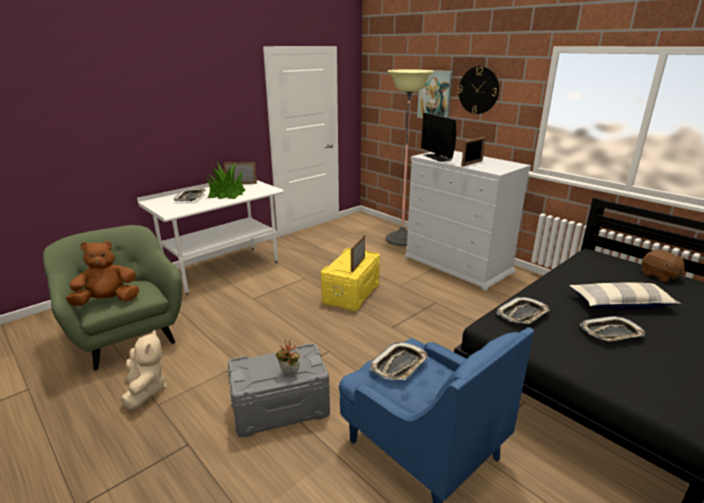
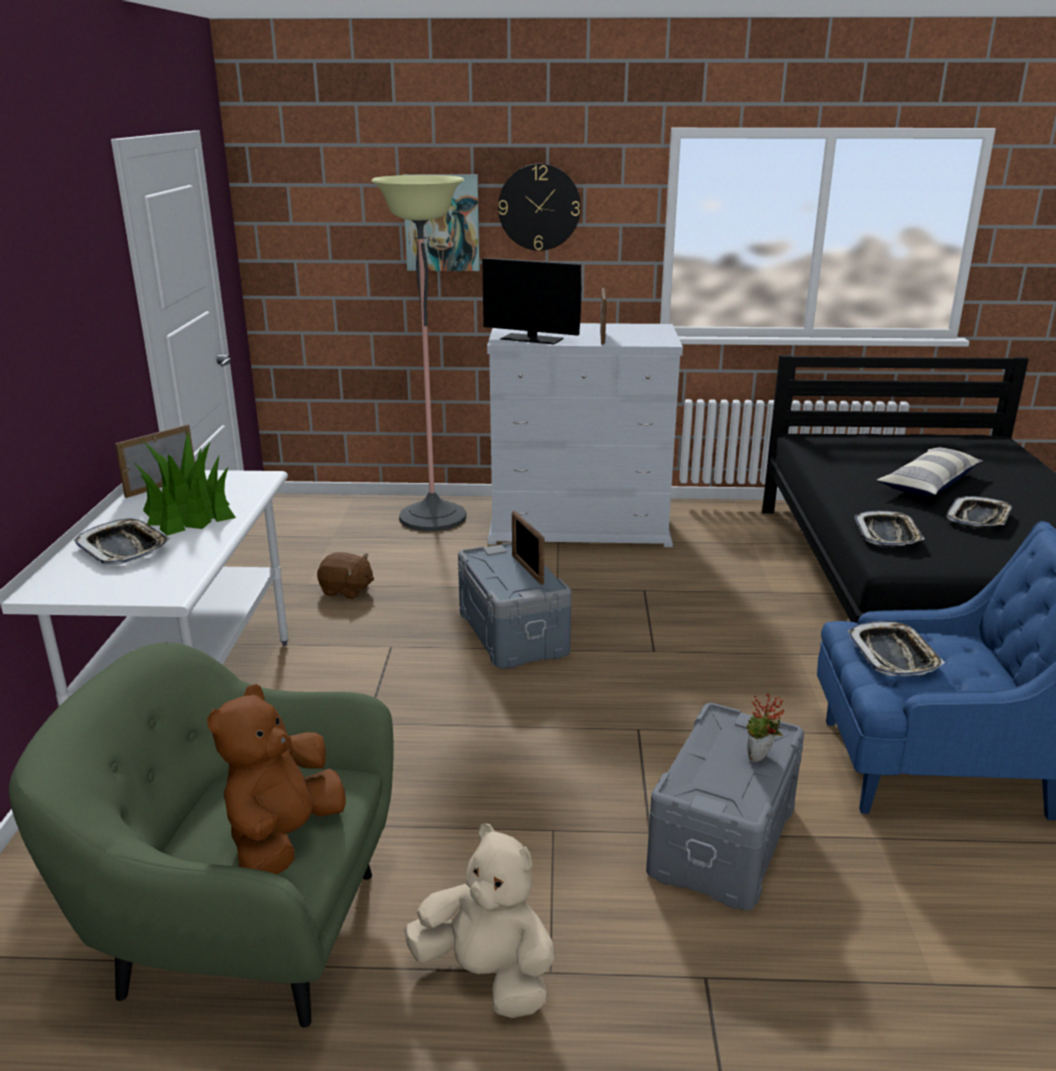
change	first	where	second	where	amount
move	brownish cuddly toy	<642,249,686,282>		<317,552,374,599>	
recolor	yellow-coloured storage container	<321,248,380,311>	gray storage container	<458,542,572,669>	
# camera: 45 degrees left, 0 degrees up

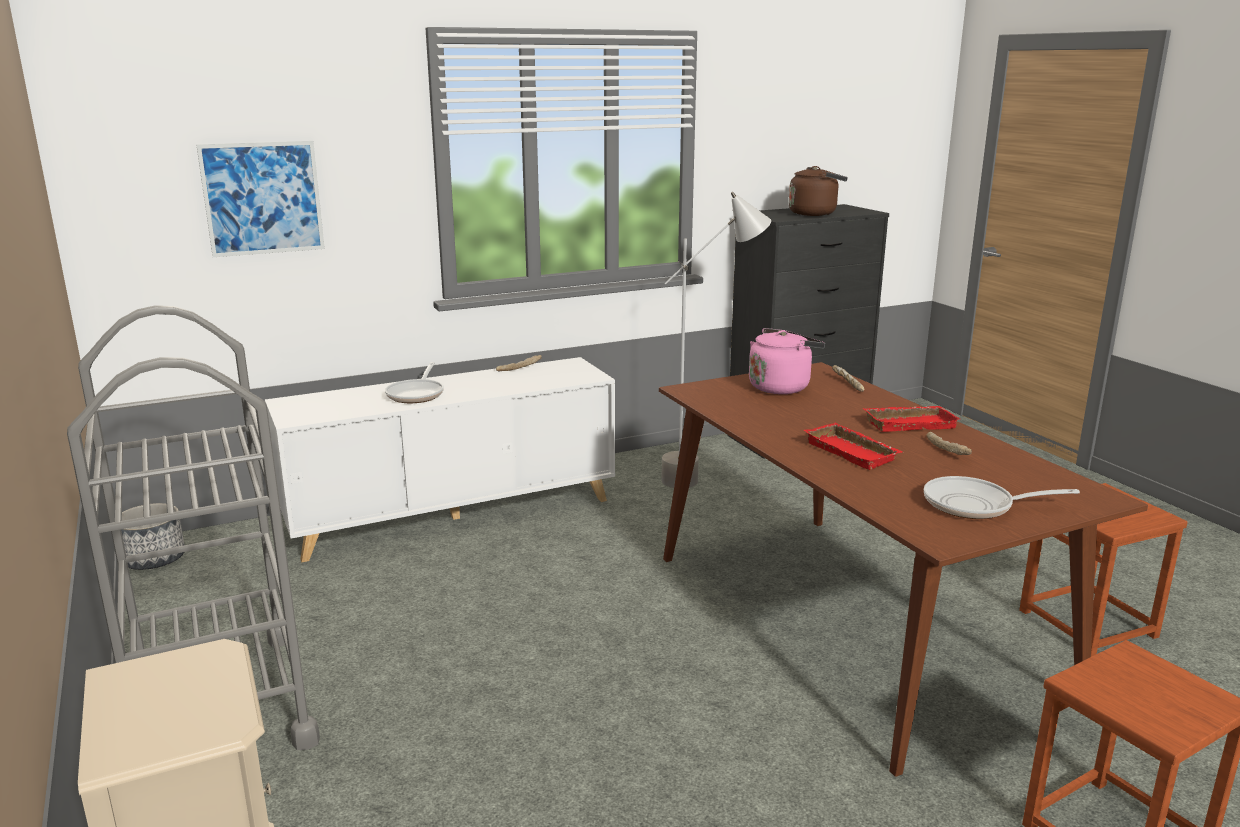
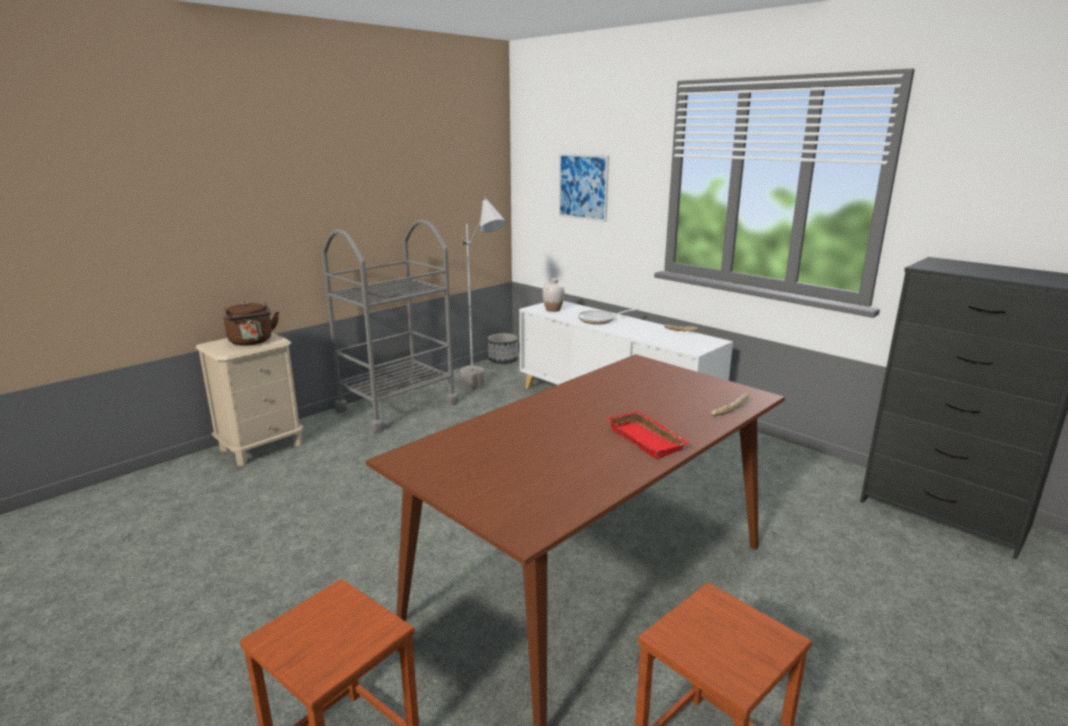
change	first	where	second	where	amount
move	brownish kettle	<789,166,848,216>		<224,302,279,346>	
move	gray standard lamp	<661,192,771,488>		<460,197,506,390>	
insert			whitish flower vase	<542,278,564,312>	
delete	pink-coloured kettle	<749,328,825,394>			
delete	red-coloured tray	<804,423,902,470>			
delete	pan	<924,476,1080,519>			
delete	baked bread	<926,432,972,455>			
# camera: 70 degrees right, 0 degrees up

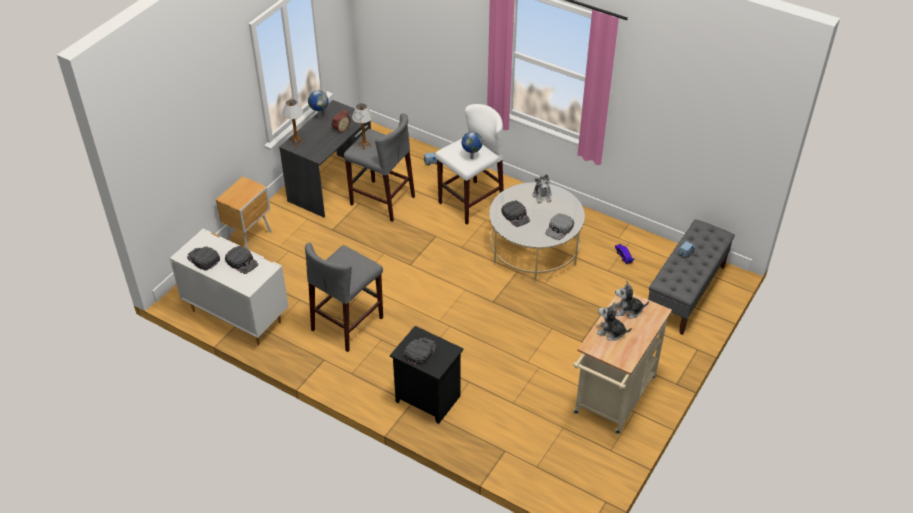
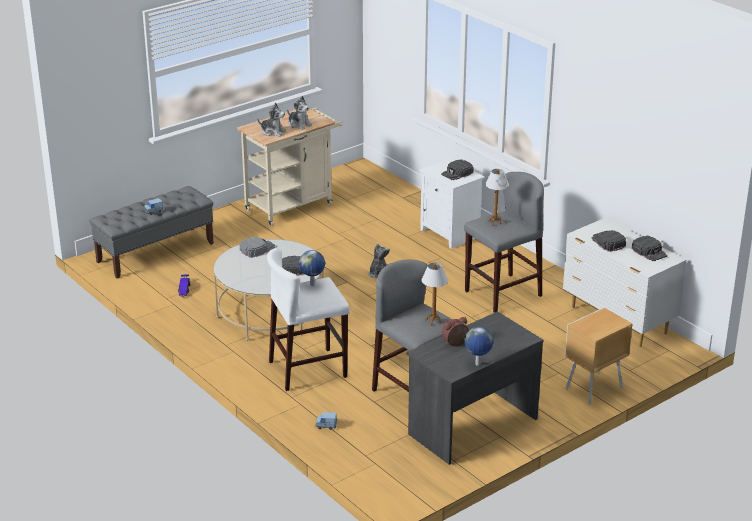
change	first	where	second	where	amount
move	cuddly toy	<533,174,552,203>		<368,243,390,278>	
recolor	blackish night table	<390,326,464,424>	whitish night table	<419,158,485,249>	
move	tabletop lamp	<282,99,303,146>		<485,169,509,226>	
# camera: 160 degrees left, 15 degrees down

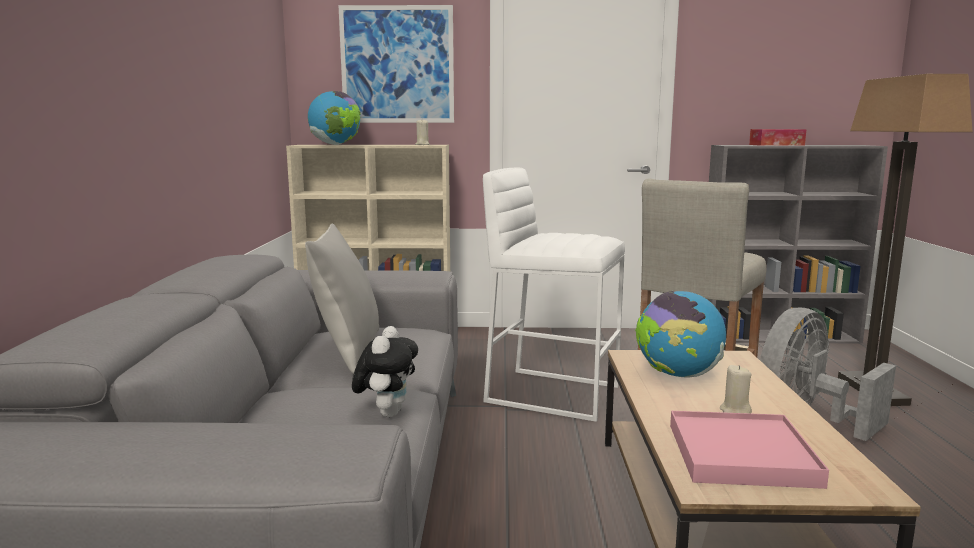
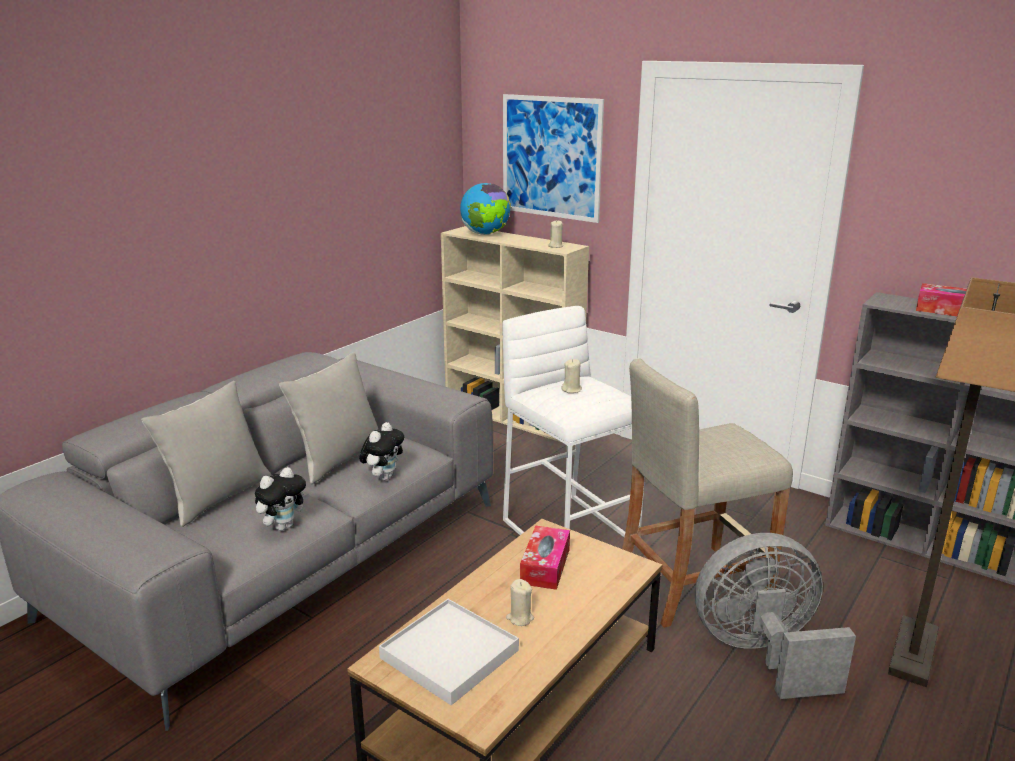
change	first	where	second	where	amount
insert			gray cushion	<141,381,271,527>	
insert			cuddly toy	<359,422,404,480>	
recolor	pink-coloured tray	<670,411,829,489>	whitish tray	<379,599,519,705>	
replace	world globe	<635,291,726,378>	tissue holder	<520,526,570,590>	
insert			beige candle	<561,359,582,393>	
# camera: 35 degrees right, 10 degrees up

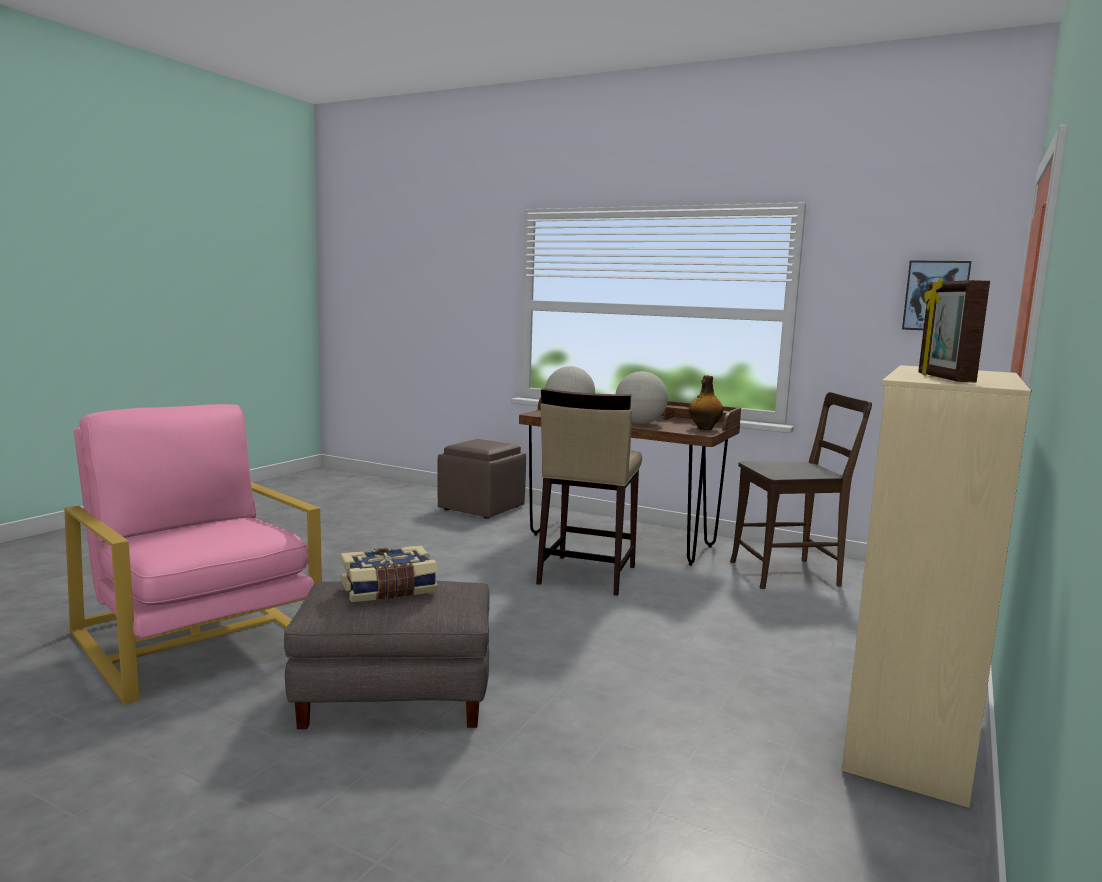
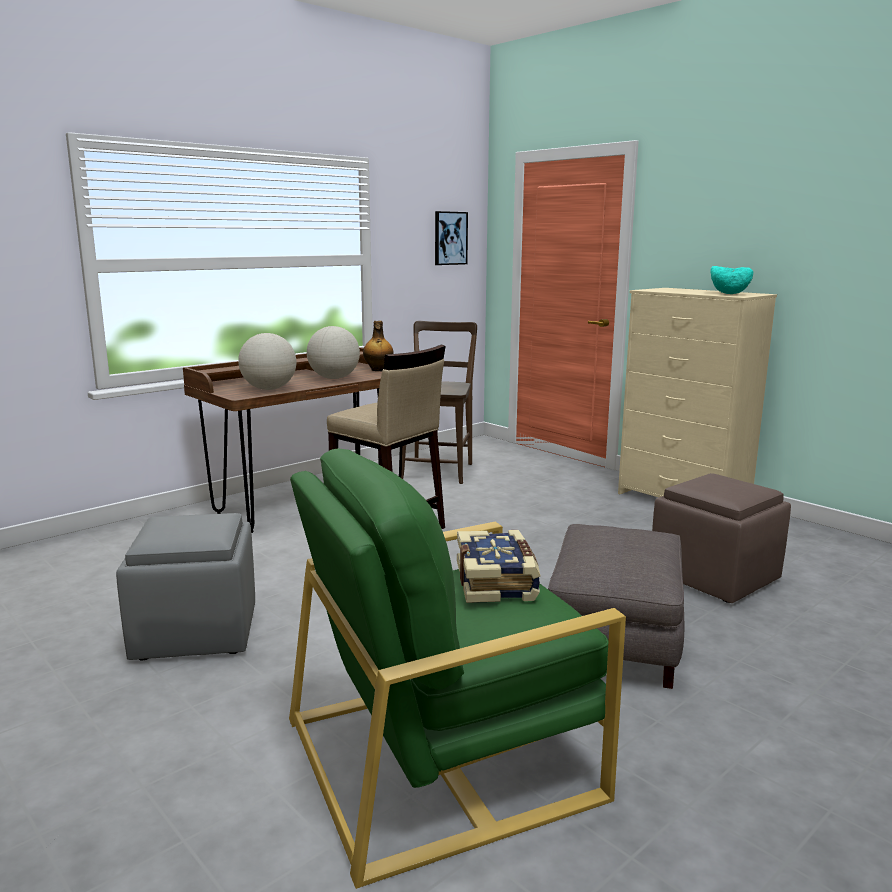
change	first	where	second	where	amount
insert			gray ottoman	<116,513,255,660>	
recolor	pink-coloured armchair	<64,404,322,705>	greenish armchair	<289,449,626,889>	
move	bound book	<340,545,438,602>		<457,530,540,603>	
move	brownish ottoman	<437,439,526,519>		<652,473,791,603>	
replace	photo frame	<918,277,990,382>	blue-green bowl	<711,266,753,294>	
# camera: 70 degrees left, 5 degrees up

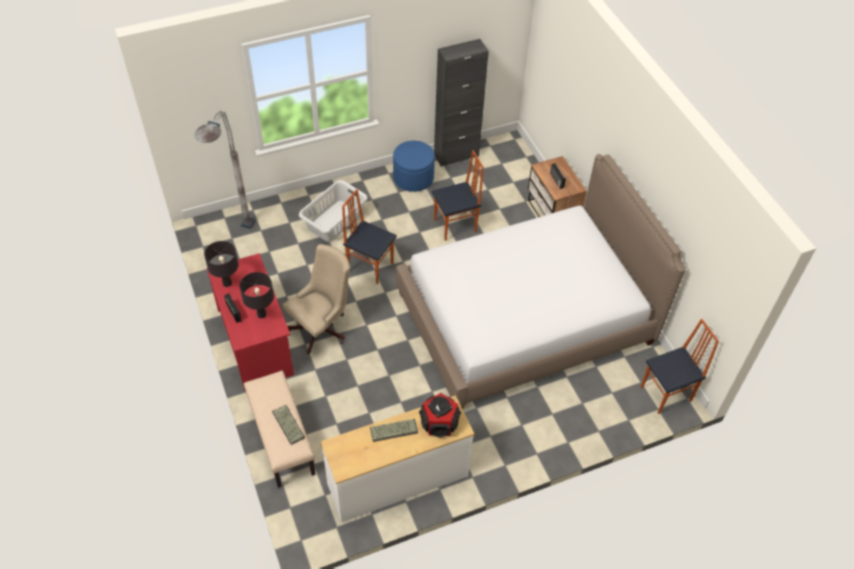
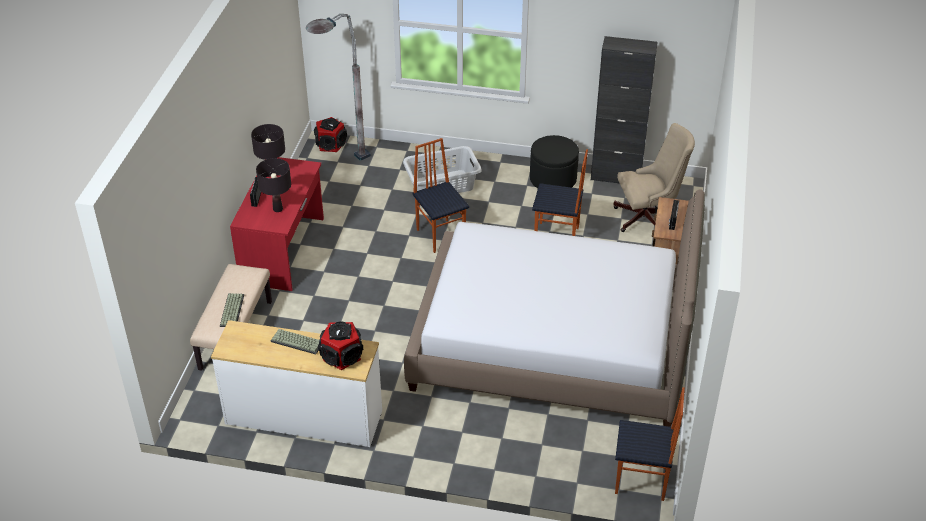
change	first	where	second	where	amount
insert			loudspeaker	<314,117,347,152>	
recolor	blue-coloured ottoman	<393,141,435,192>	blackish ottoman	<530,135,579,188>	
move	beige desk chair	<282,244,350,354>		<613,123,695,232>	
# camera: 35 degrees right, 10 degrees down

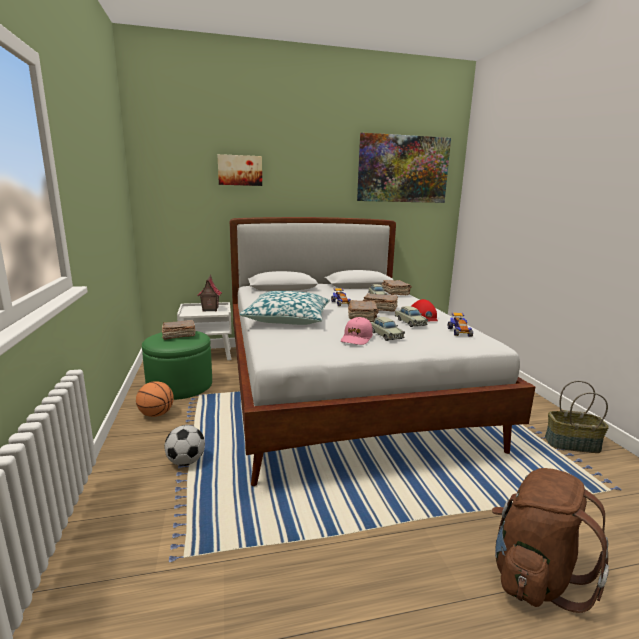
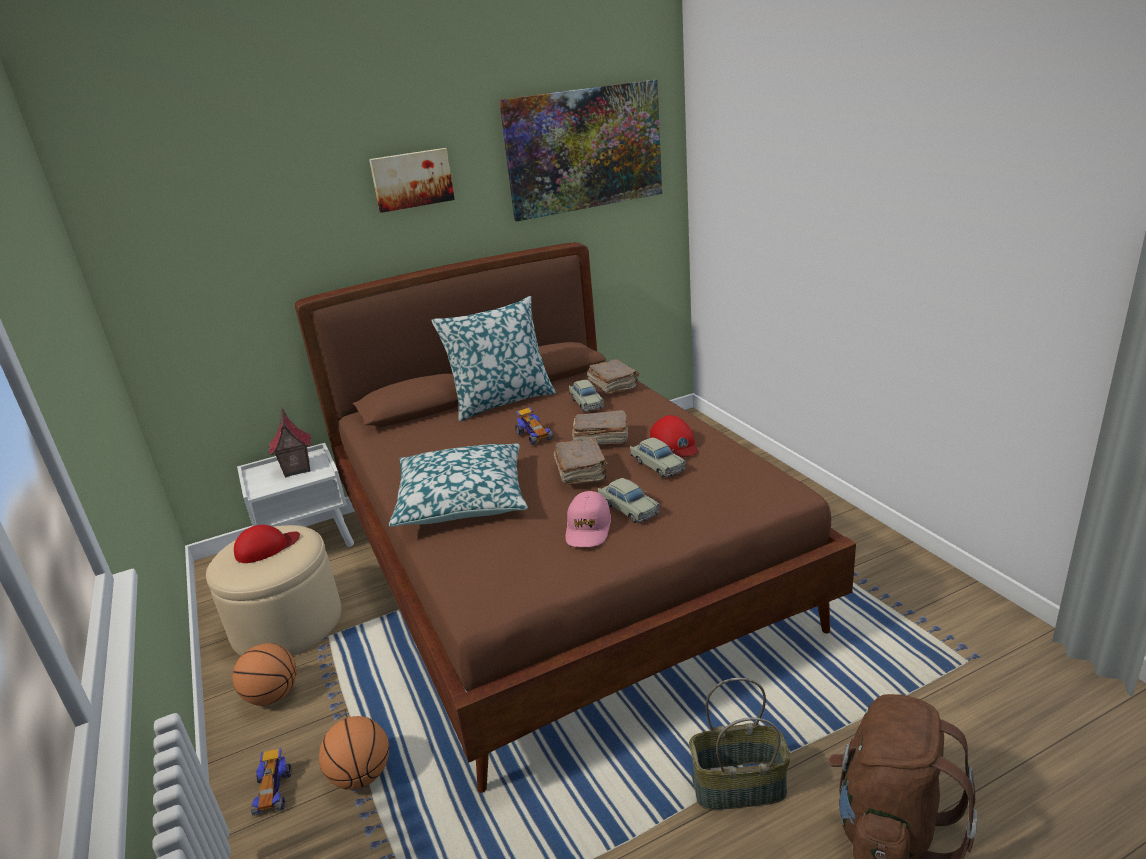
change	first	where	second	where	amount
recolor	greenish ottoman	<142,331,212,400>	beige ottoman	<206,525,341,656>	
replace	brownish bound book	<162,320,196,340>	red-coloured peaked cap	<234,525,300,563>	
move	toy car	<448,312,473,337>		<251,748,292,816>	
recolor	whitish bedroom bed	<230,217,535,486>	brownish bedroom bed	<295,242,856,793>	
replace	football ball	<164,425,205,466>	ball for basketball	<319,716,389,790>	
move	picture	<217,154,262,186>		<369,148,455,213>	
insert			cushion	<431,296,556,421>	
move	household basket	<545,381,609,453>		<689,678,791,810>	
# camera: 10 degrees left, 10 degrees up

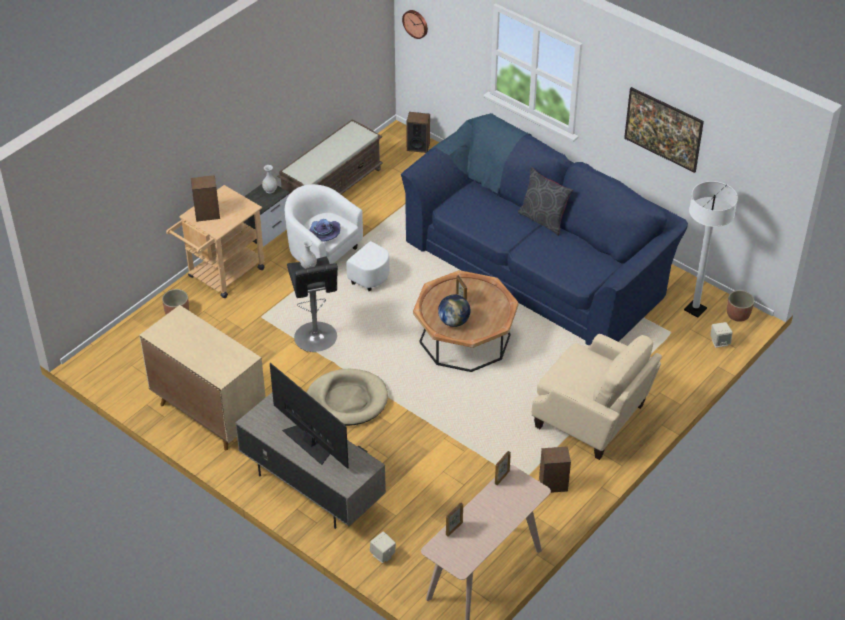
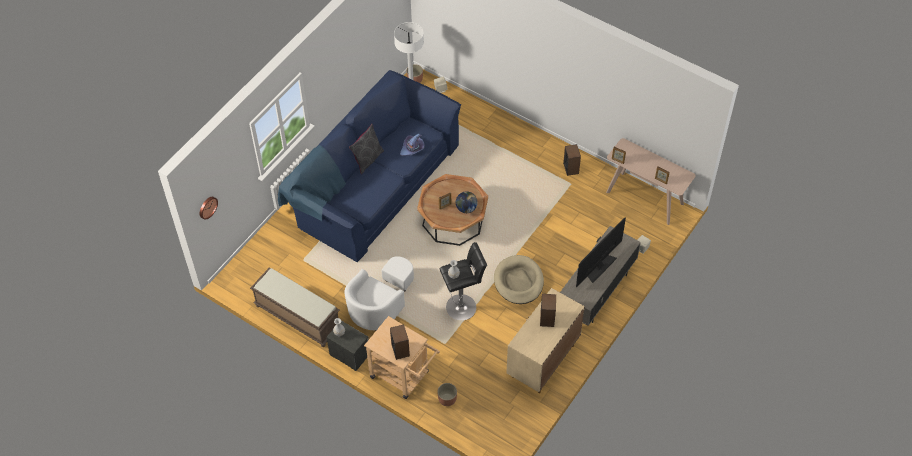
change	first	where	second	where	amount
move	purple wearable hat	<309,219,340,242>		<400,134,424,156>	
move	loudspeaker	<406,112,430,153>		<540,294,556,327>	
delete	beige armchair	<532,334,662,460>			
delete	picture	<624,87,704,173>			
# camera: 95 degrees left, 10 degrees up

